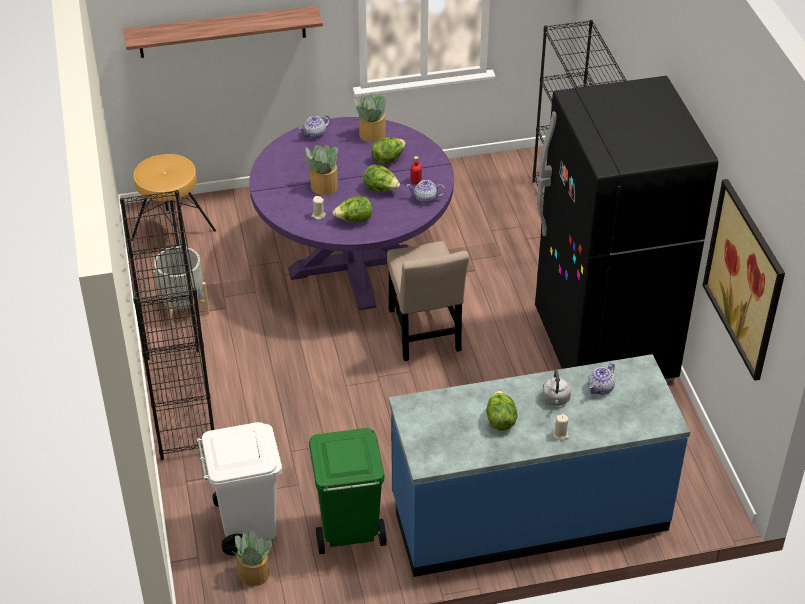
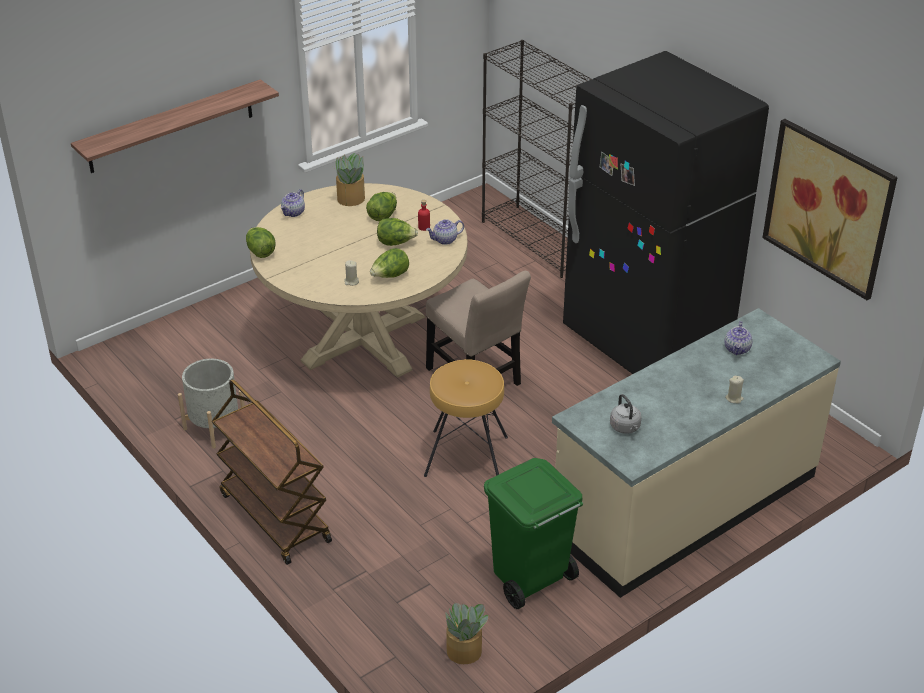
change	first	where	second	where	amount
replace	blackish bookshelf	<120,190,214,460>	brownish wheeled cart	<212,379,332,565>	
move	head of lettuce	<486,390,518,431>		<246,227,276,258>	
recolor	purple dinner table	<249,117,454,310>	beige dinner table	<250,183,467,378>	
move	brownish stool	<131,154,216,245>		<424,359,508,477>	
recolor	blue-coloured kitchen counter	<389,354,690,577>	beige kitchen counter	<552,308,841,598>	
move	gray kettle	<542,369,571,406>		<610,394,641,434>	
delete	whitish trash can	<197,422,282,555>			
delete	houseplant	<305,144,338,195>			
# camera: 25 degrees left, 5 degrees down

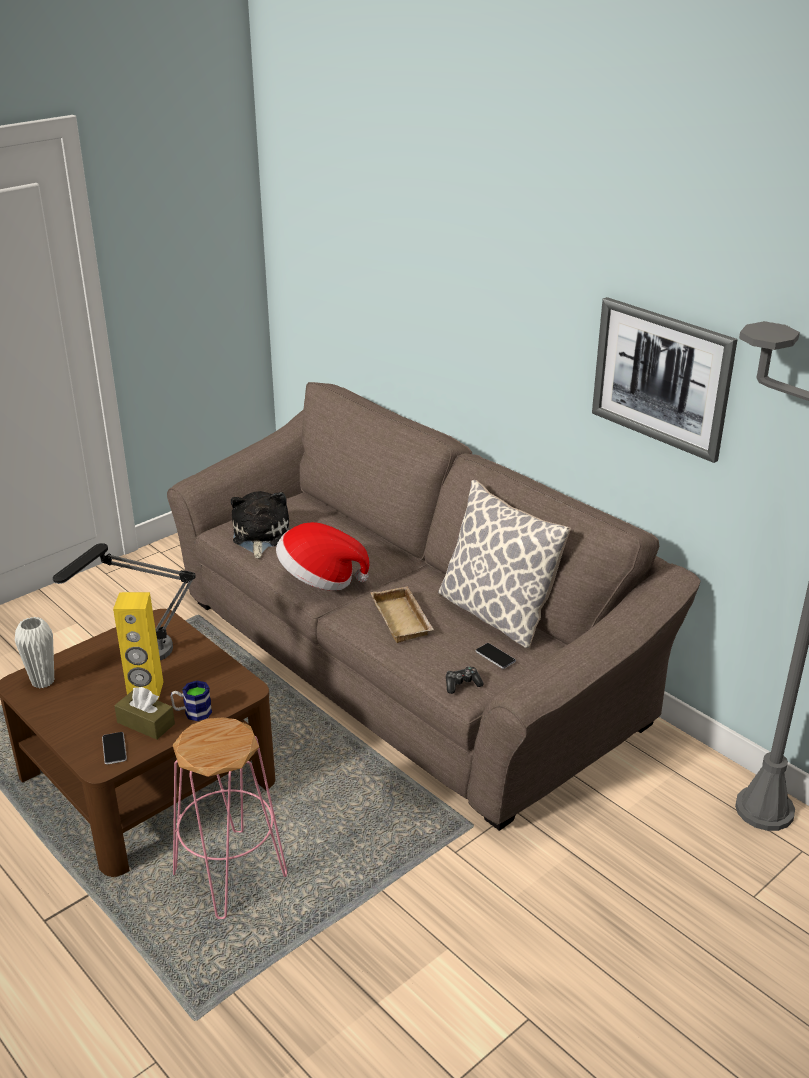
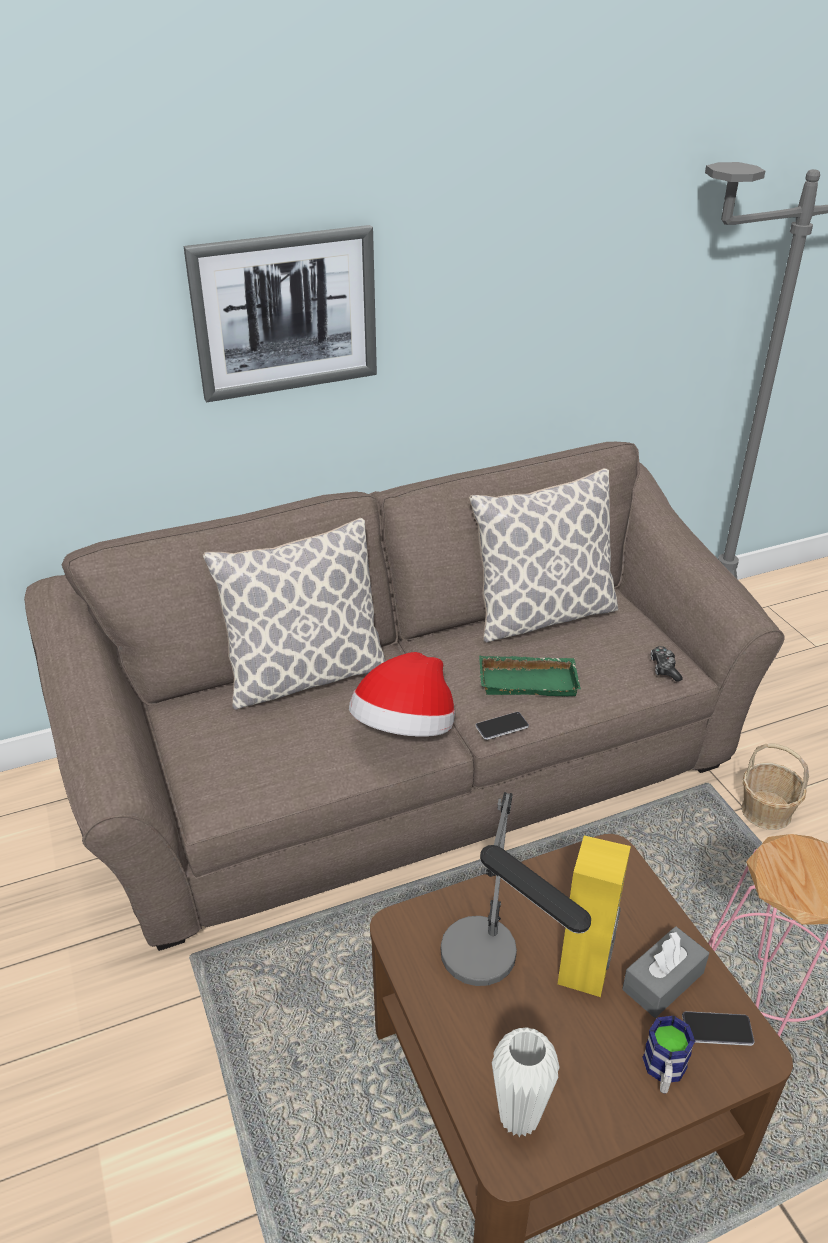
change	first	where	second	where	amount
move	picture	<592,297,737,463>		<184,225,377,402>	
insert			cushion	<203,518,385,710>	
move	phone	<476,643,516,669>		<475,712,529,740>	
recolor	beige tray	<370,586,434,643>	greenish tray	<479,656,580,696>	
recolor	brownish tissue holder	<114,687,175,740>	gray tissue holder	<622,926,709,1018>	
move	mug	<170,681,212,721>		<642,1016,695,1094>	
insert			household basket	<741,743,809,830>	
delete	cuddly toy	<231,491,289,558>			
# camera: 70 degrees left, 5 degrees up

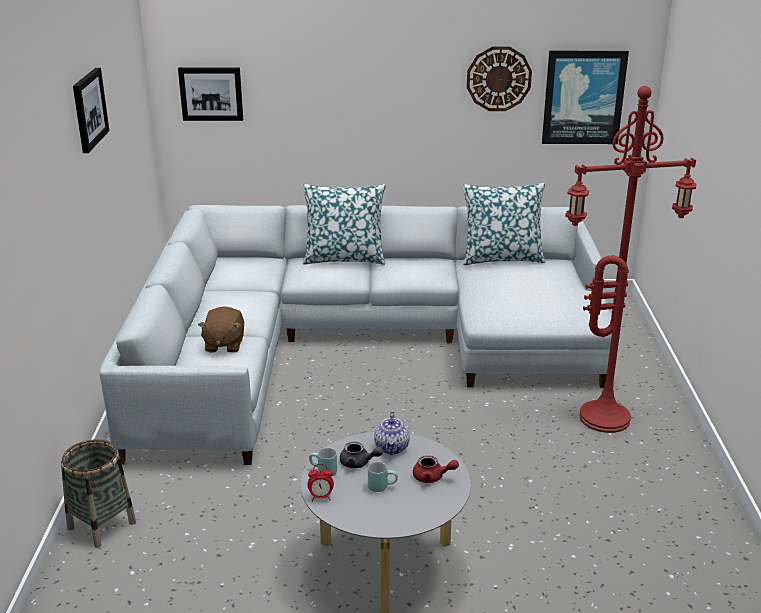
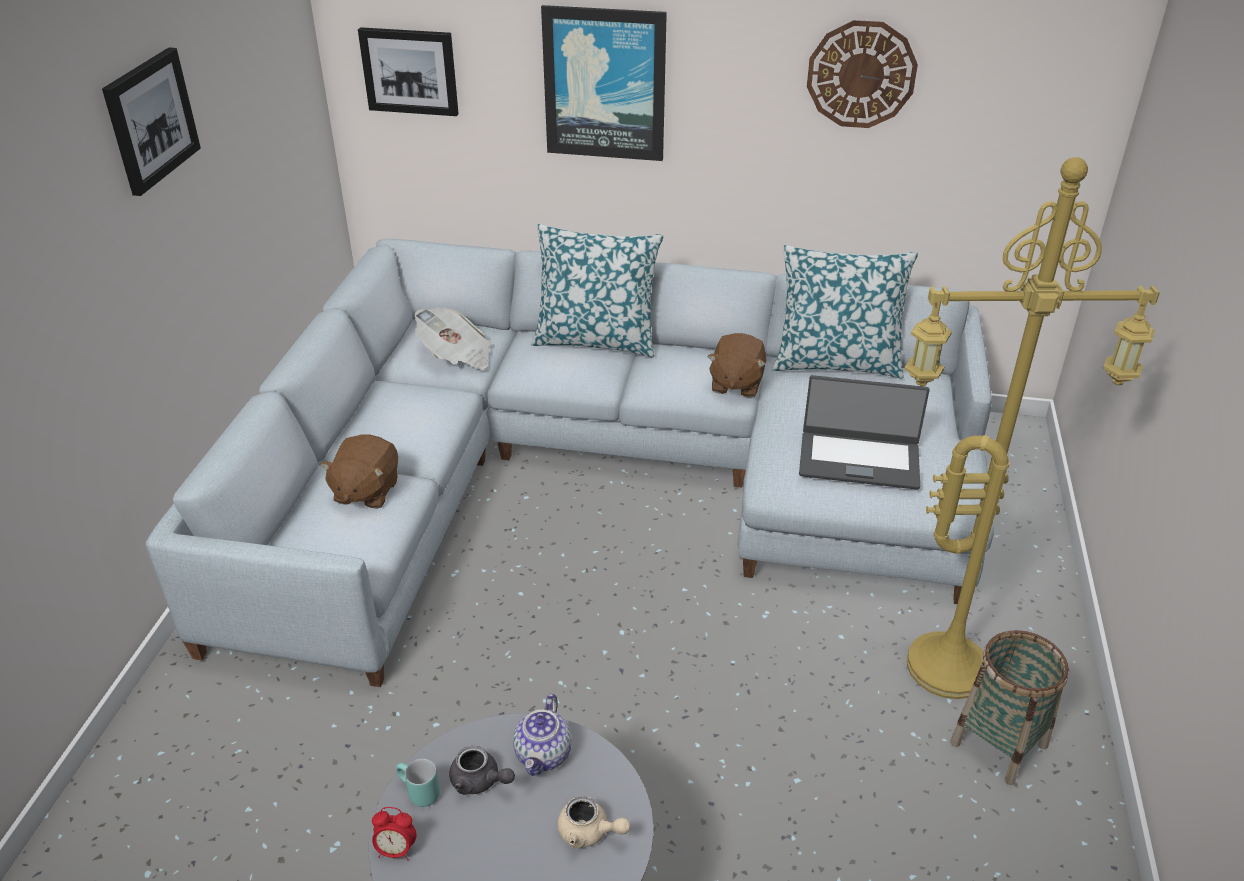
change	first	where	second	where	amount
insert			daily paper	<415,308,491,370>	
move	picture	<542,51,629,144>		<541,5,667,161>	
recolor	red-coloured pot for tea	<413,455,459,483>	beige pot for tea	<557,796,630,849>	
insert			brownish cuddly toy	<707,333,766,398>	
insert			portable computer	<799,375,930,490>	
recolor	red-coloured standard lamp	<565,86,697,433>	yellow-coloured standard lamp	<904,157,1160,699>	
move	household basket	<61,439,136,548>		<950,630,1069,785>	
delete	blue-green mug	<368,462,398,492>			
# camera: 10 degrees right, 10 degrees up

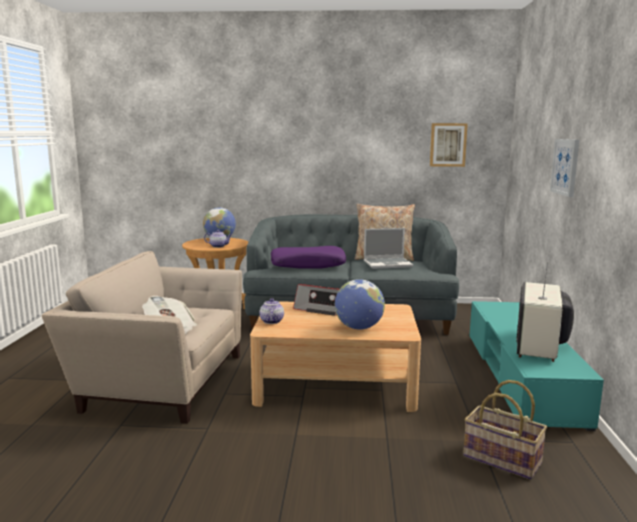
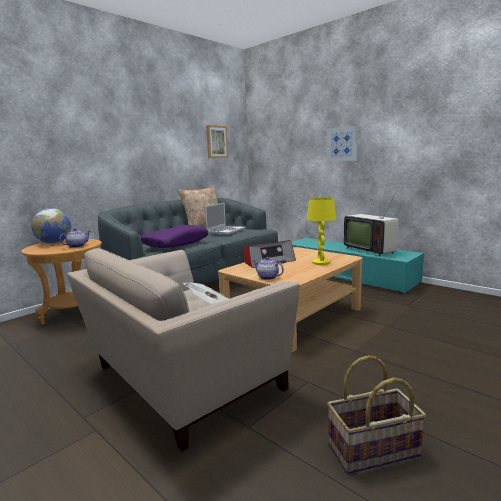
change	first	where	second	where	amount
replace	world globe	<335,279,385,330>	yellow-coloured tabletop lamp	<307,198,336,265>	
move	household basket	<463,380,547,480>		<327,355,426,474>	
# camera: 50 degrees left, 0 degrees up

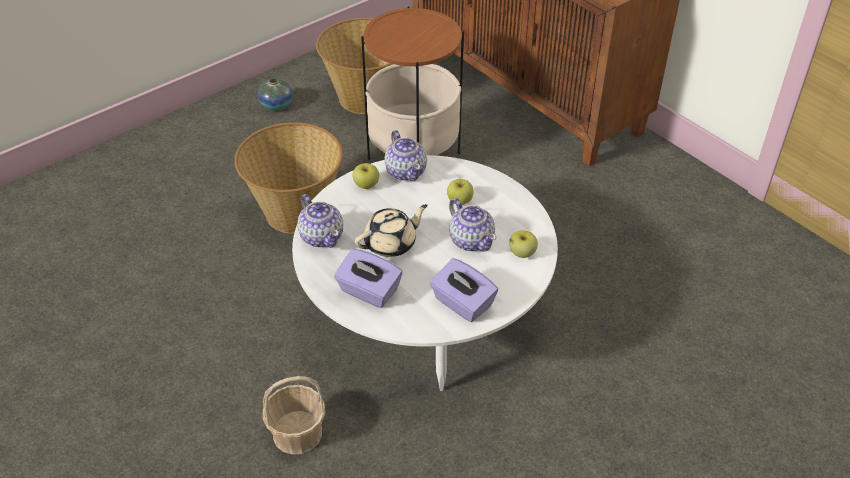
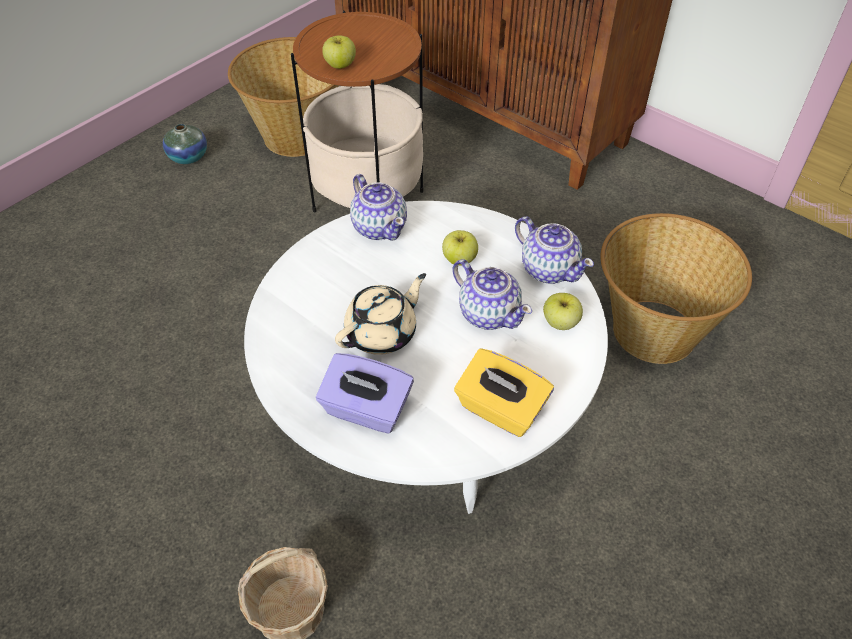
change	first	where	second	where	amount
move	apple fruit	<353,163,379,189>		<322,35,356,69>	
recolor	purple tissue holder	<430,258,498,322>	yellow-coloured tissue holder	<454,348,554,437>	
move	pot for tea	<297,194,343,248>		<515,216,594,284>	
move	household basket	<234,122,343,234>		<600,213,752,364>	
# camera: 10 degrees left, 5 degrees up

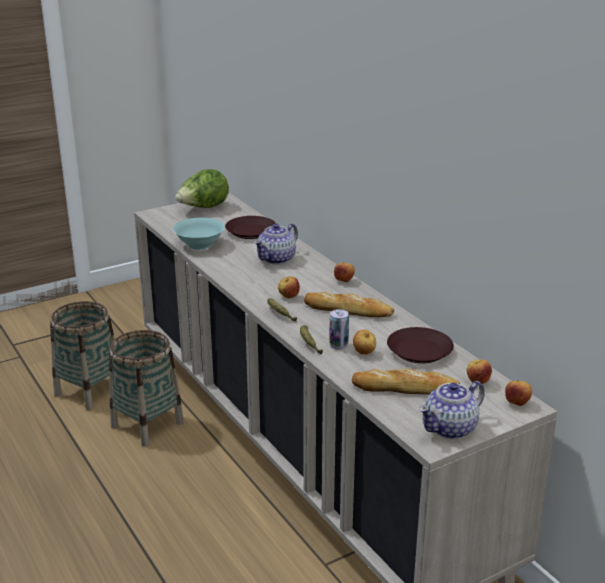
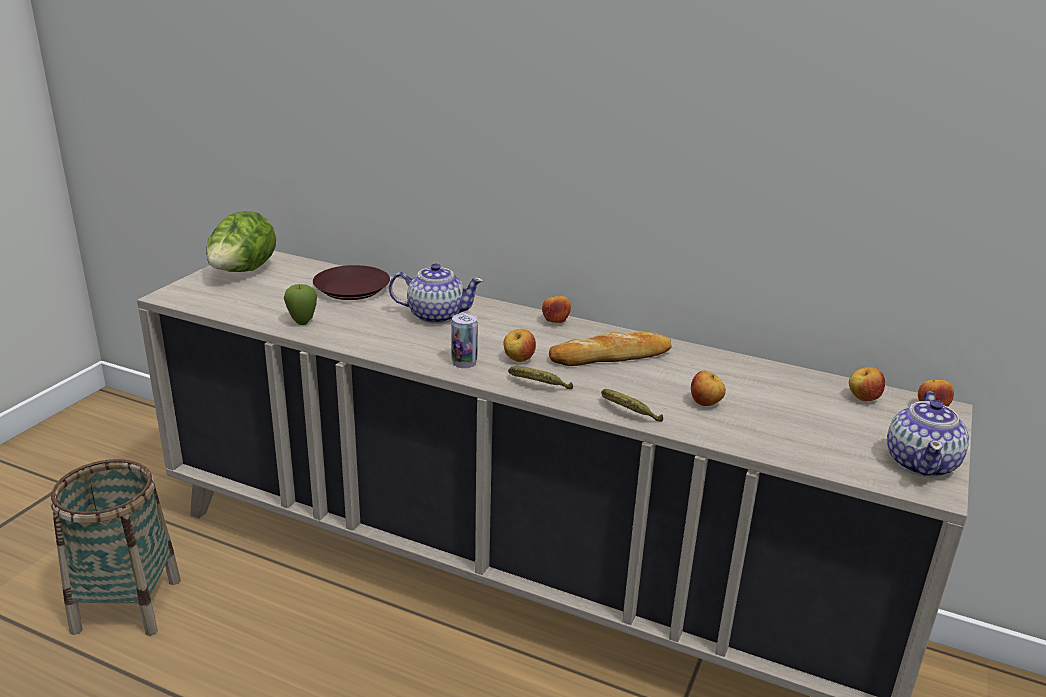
change	first	where	second	where	amount
replace	blue-green bowl	<173,218,225,250>	apple fruit	<284,284,317,325>	
rotate	pot for tea	<254,223,298,265>		<389,263,484,324>	90 degrees counterclockwise
move	sealed can	<329,309,349,350>		<452,313,478,368>	
delete	household basket	<109,330,184,446>			
delete	baked bread	<352,369,460,395>			
delete	brownish dinner plate	<387,327,454,363>			
# camera: 35 degrees left, 0 degrees up

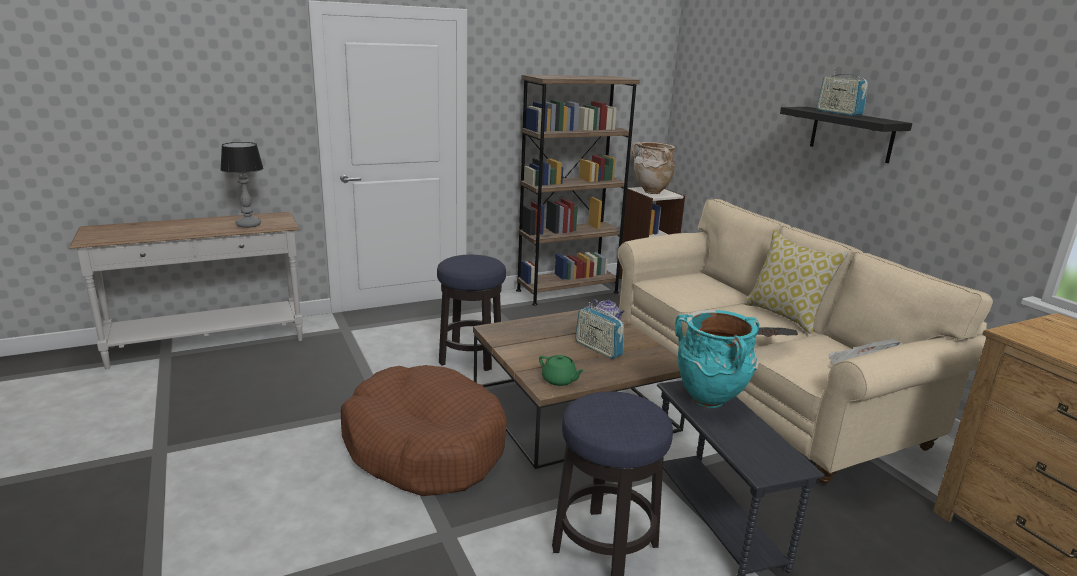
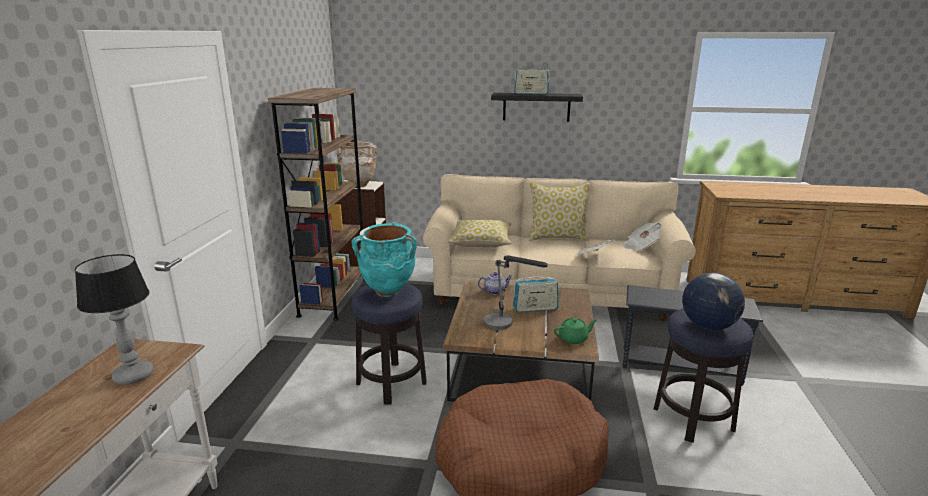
change	first	where	second	where	amount
move	blue-green flower vase	<675,310,760,408>		<352,222,417,297>	
insert			cushion	<448,219,512,247>	
insert			tabletop lamp	<484,255,548,330>	
insert			world globe	<682,273,745,330>	
# camera: 55 degrees left, 0 degrees up

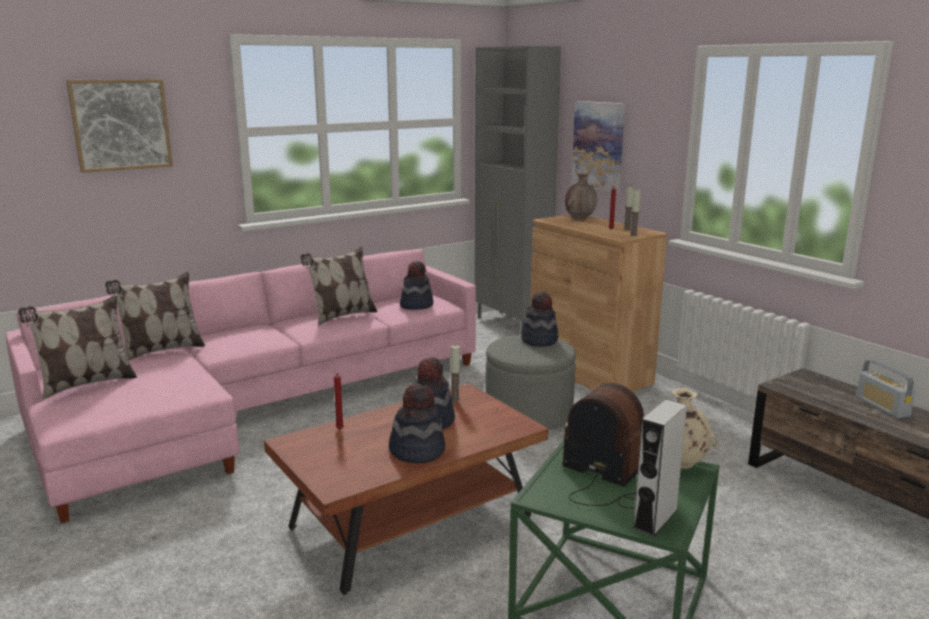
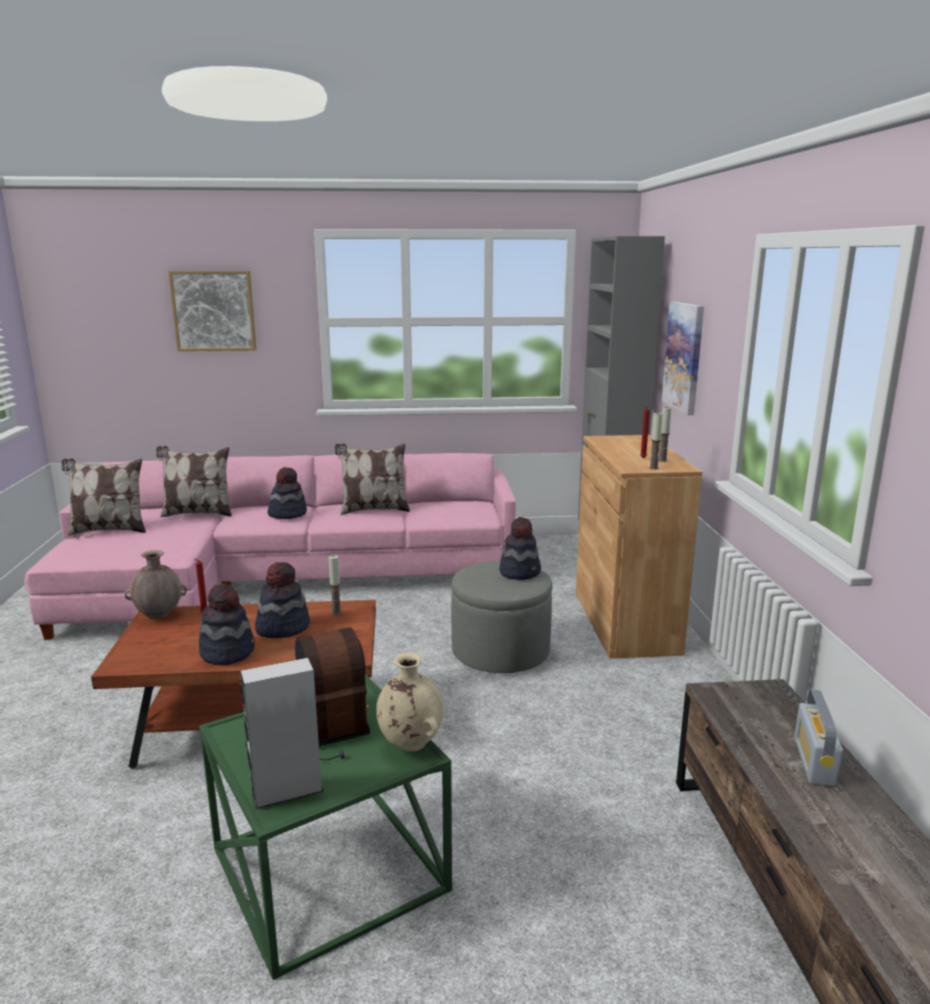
change	first	where	second	where	amount
move	brownish flower vase	<565,173,597,220>		<125,550,187,619>	
move	wearable hat	<400,261,434,310>		<268,467,307,519>	
# camera: 30 degrees right, 0 degrees up

